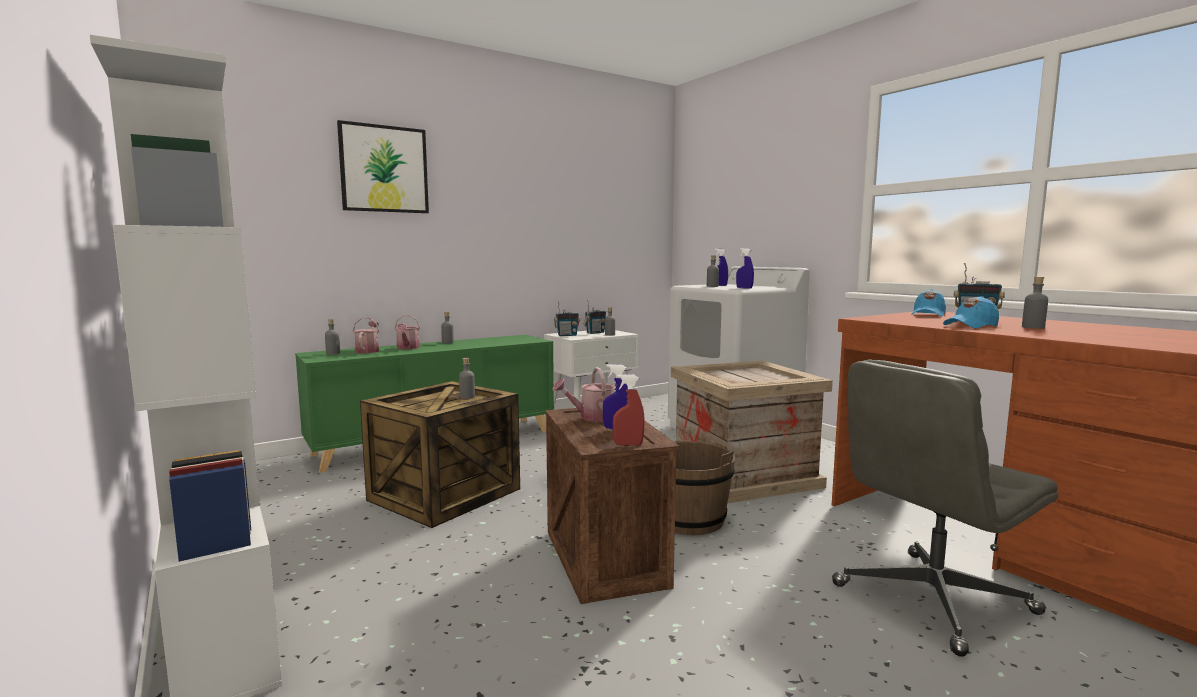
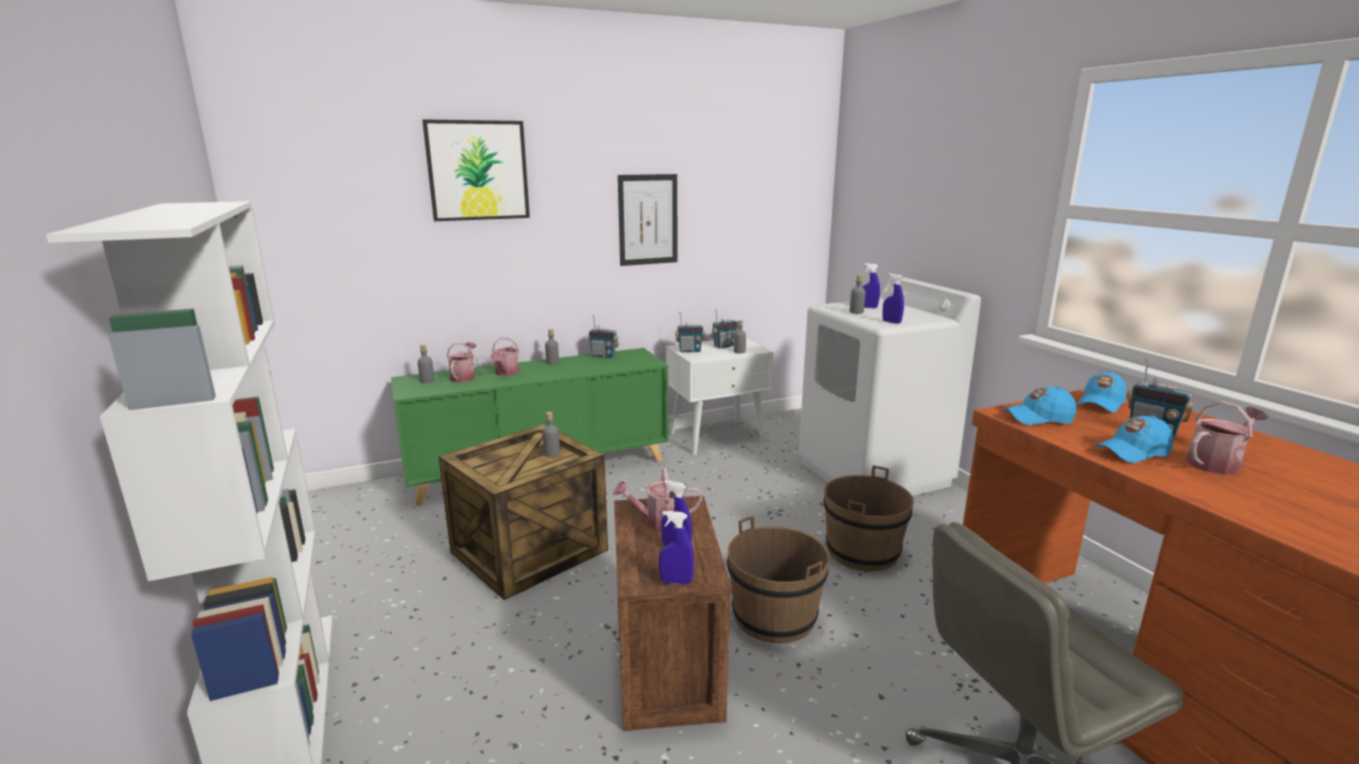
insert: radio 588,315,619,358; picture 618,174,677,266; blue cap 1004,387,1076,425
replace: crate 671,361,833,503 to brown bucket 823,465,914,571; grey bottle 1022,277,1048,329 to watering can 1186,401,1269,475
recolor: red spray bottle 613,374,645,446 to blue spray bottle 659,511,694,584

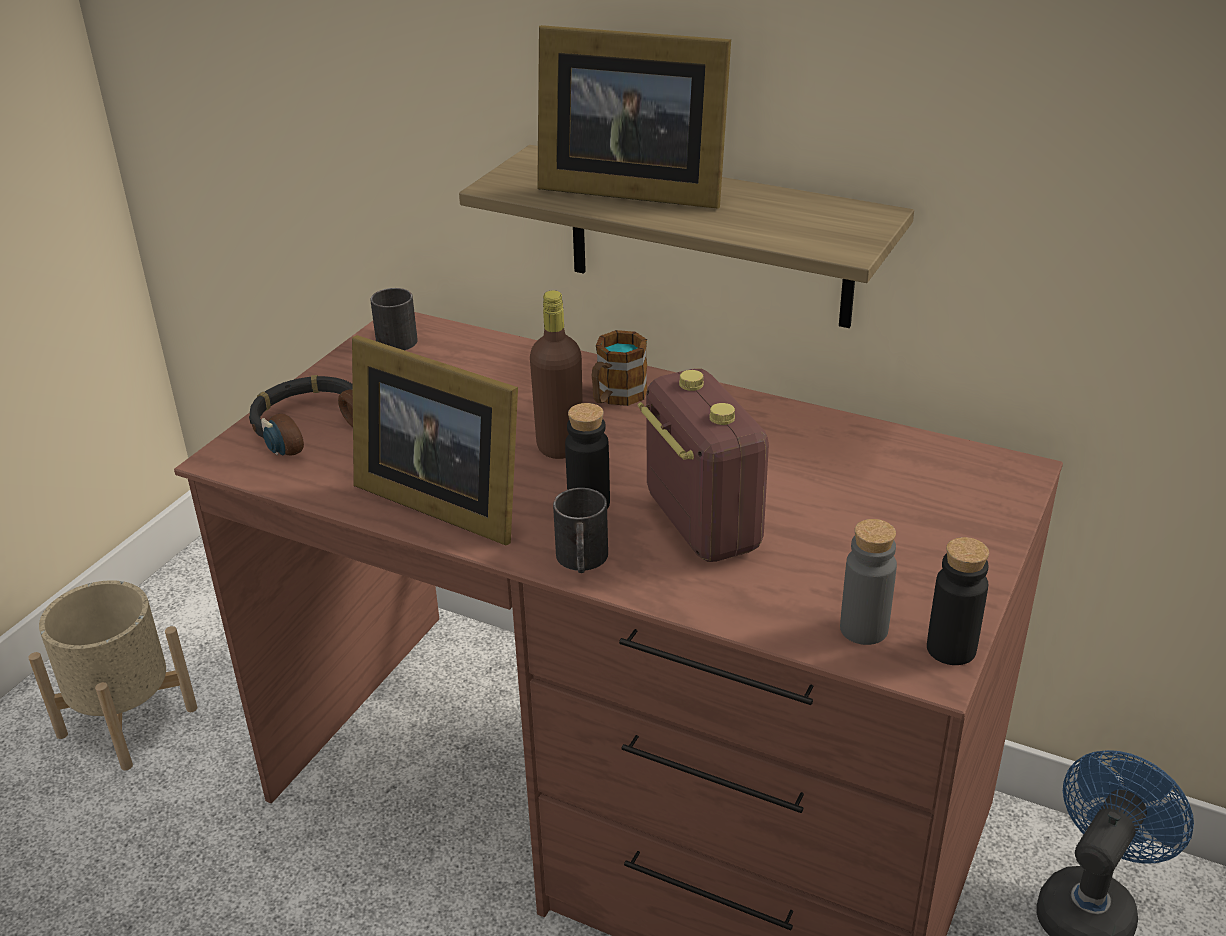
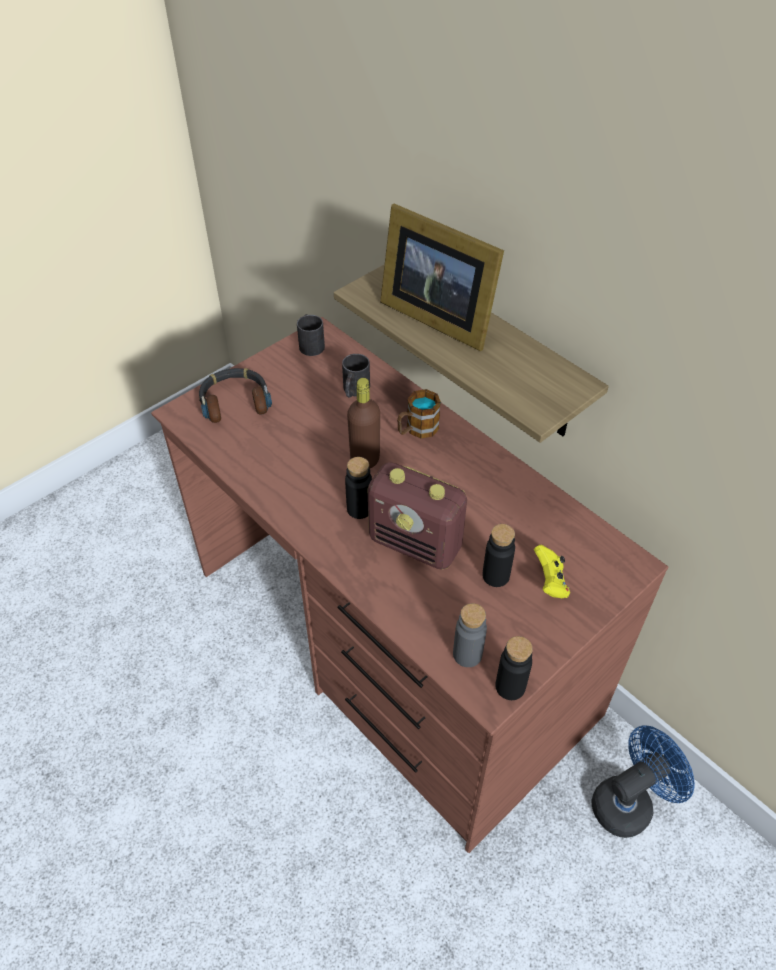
delete: beige planter 28,580,197,770; picture frame 352,335,518,545
insert: black bottle 482,524,515,587; yellow game controller 534,545,570,598
move: black mug 553,488,608,573 to 342,354,370,398
rotate: radio 638,369,769,562 = 368,462,467,570 120 degrees clockwise

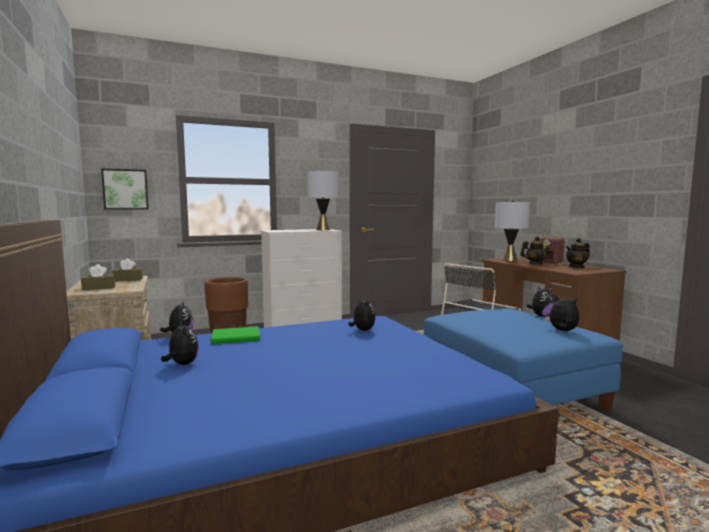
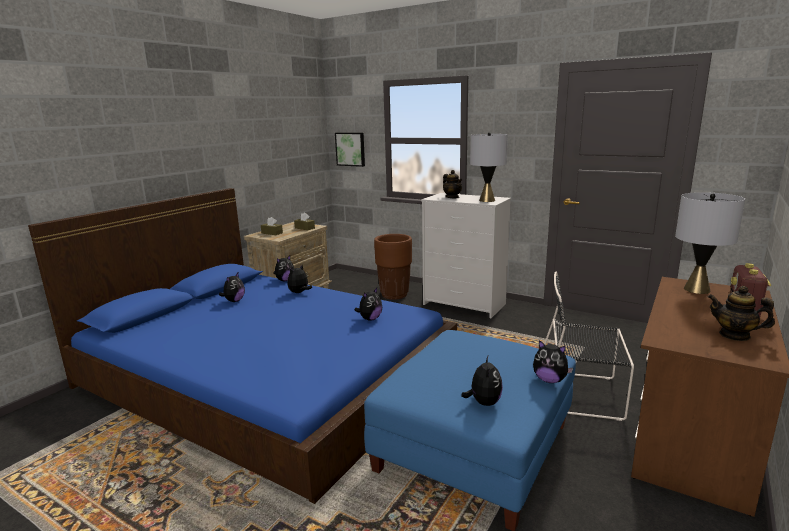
move: teapot 520,236,552,264 to 443,170,462,198
replace: green book 211,326,260,344 to plush toy 288,265,312,293

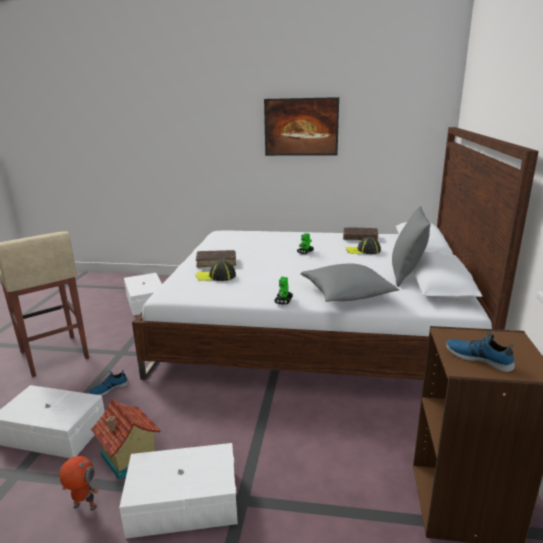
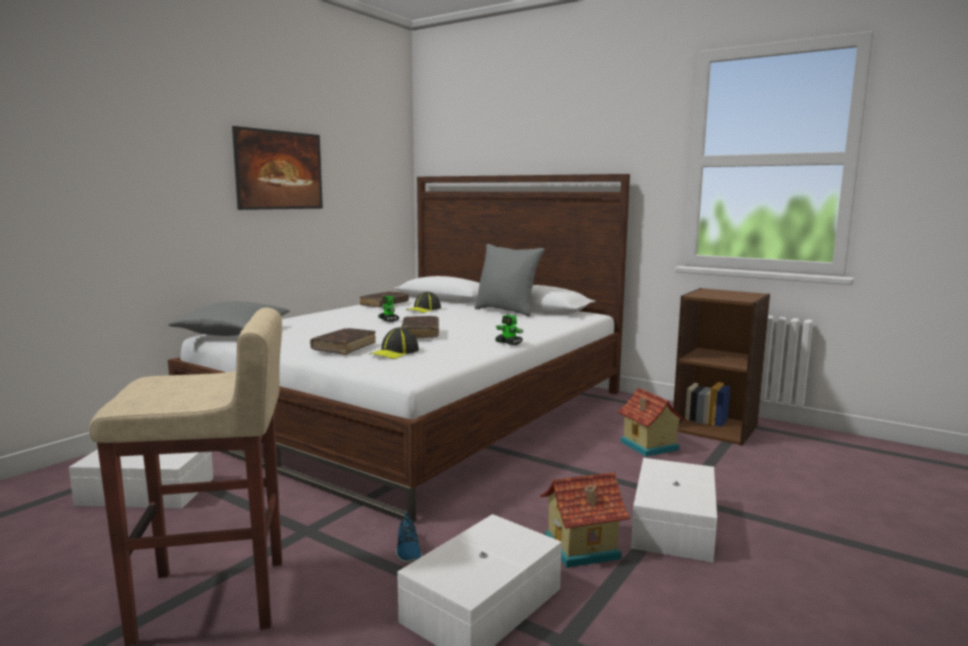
delete: toy robot 59,456,99,511; shoe 446,330,515,372
insert: brown book 401,316,439,338; toy house 617,388,686,456
move: grey pillow 300,264,399,302 to 168,301,290,336

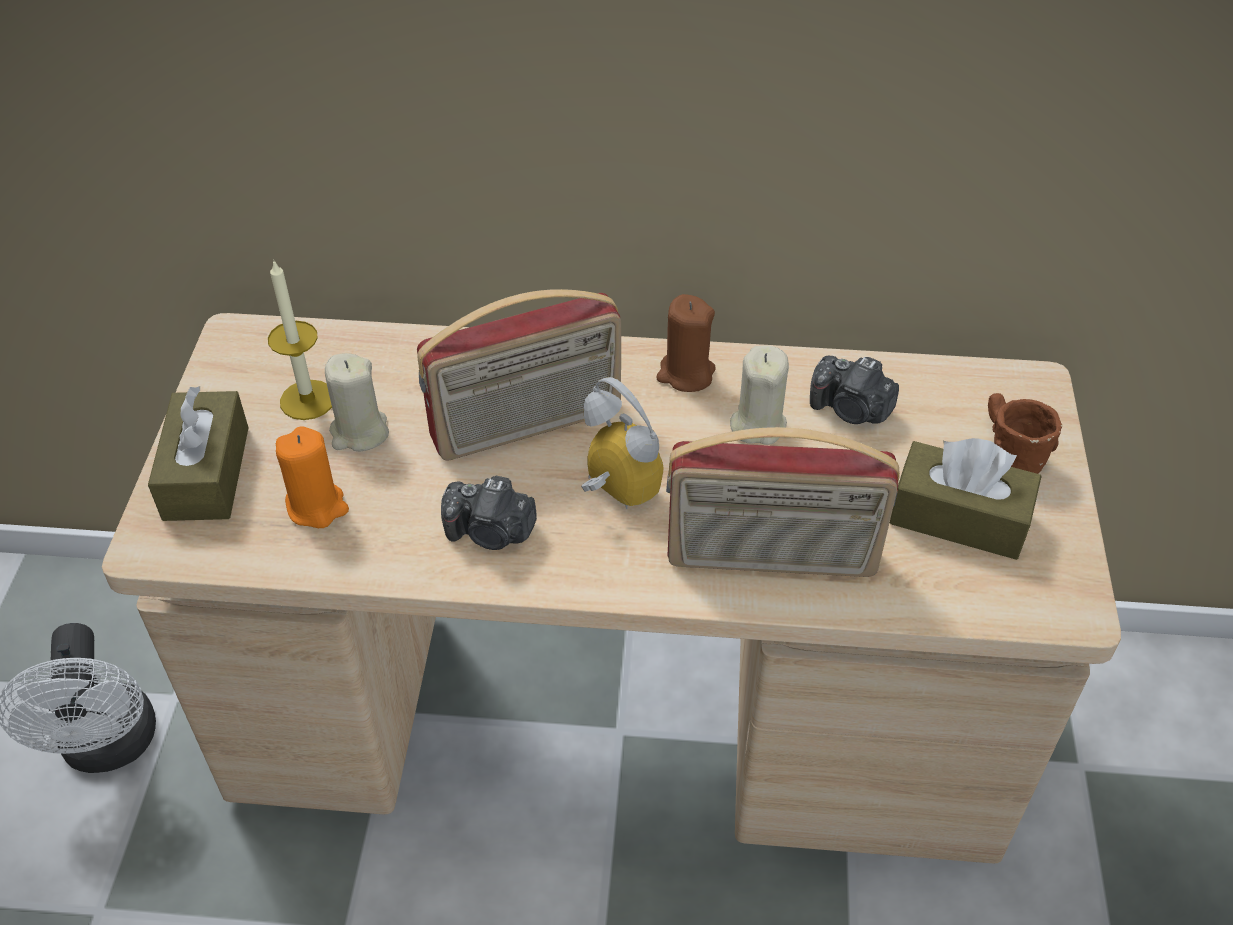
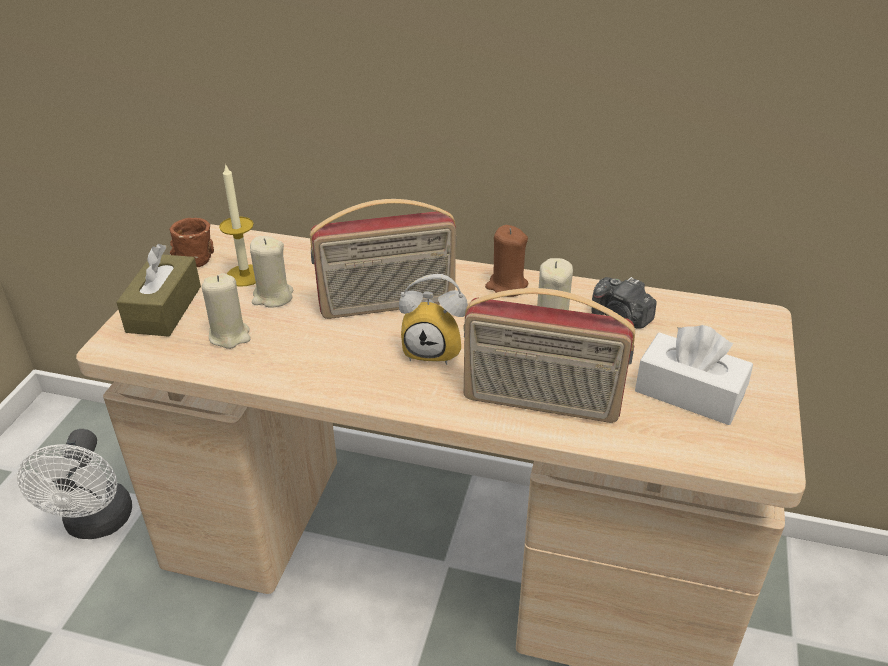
delete: photo camera 441,475,537,550
move: brown mug 988,393,1062,474 to 169,218,214,267
recolor: orange candle 276,426,349,528 to beige candle 202,273,251,349; brown tissue box 890,438,1042,560 to white tissue box 635,325,753,425
rotate: alarm clock 581,377,664,509 = 399,274,468,365 135 degrees clockwise

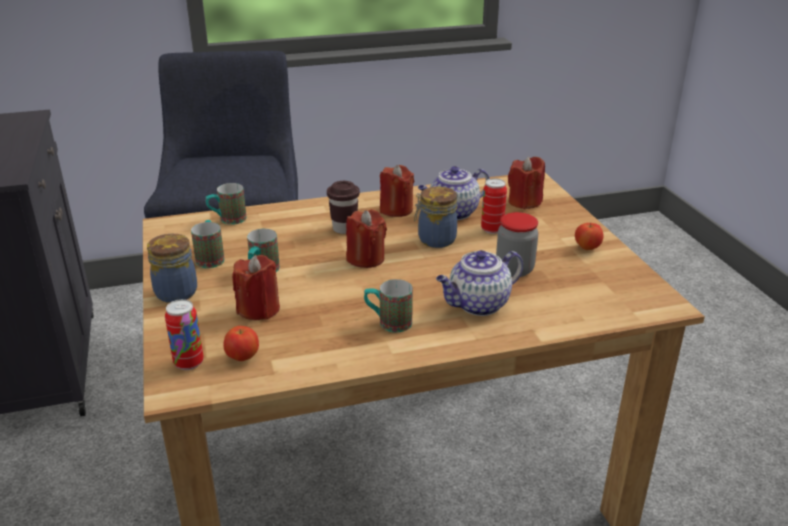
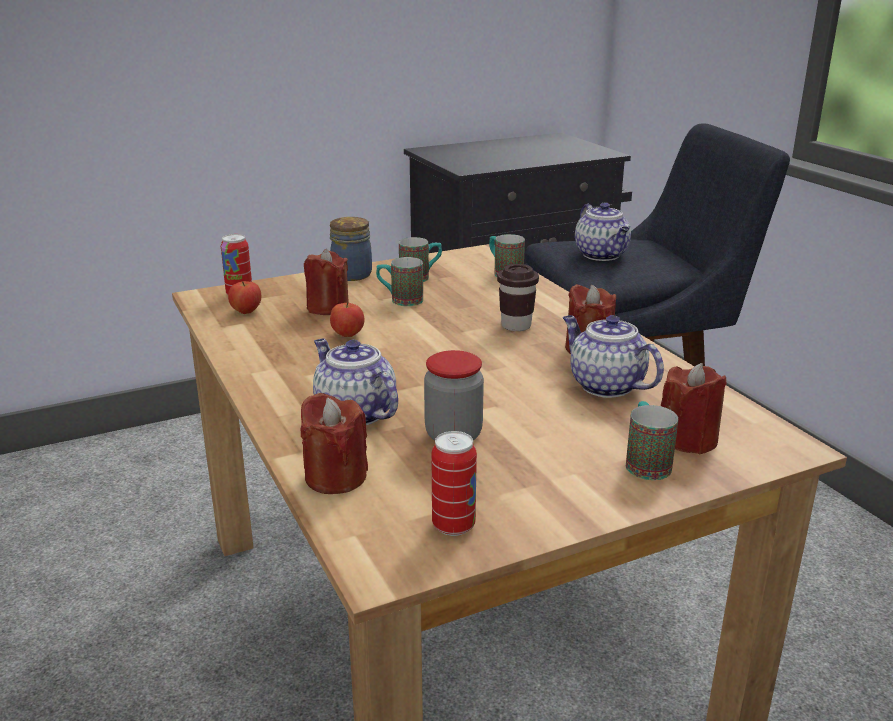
delete: jar 414,186,457,248
insert: teapot 575,202,631,261
move: red candle 346,209,387,268 to 301,393,368,494; mug 364,279,413,333 to 626,401,678,480; can 481,178,507,234 to 431,431,477,536; apple 575,223,603,250 to 330,302,364,337

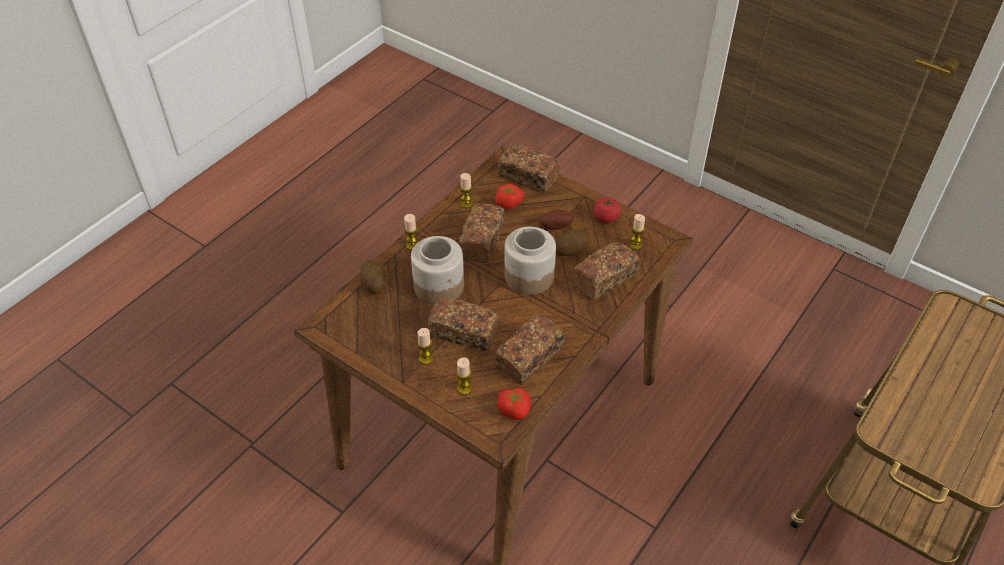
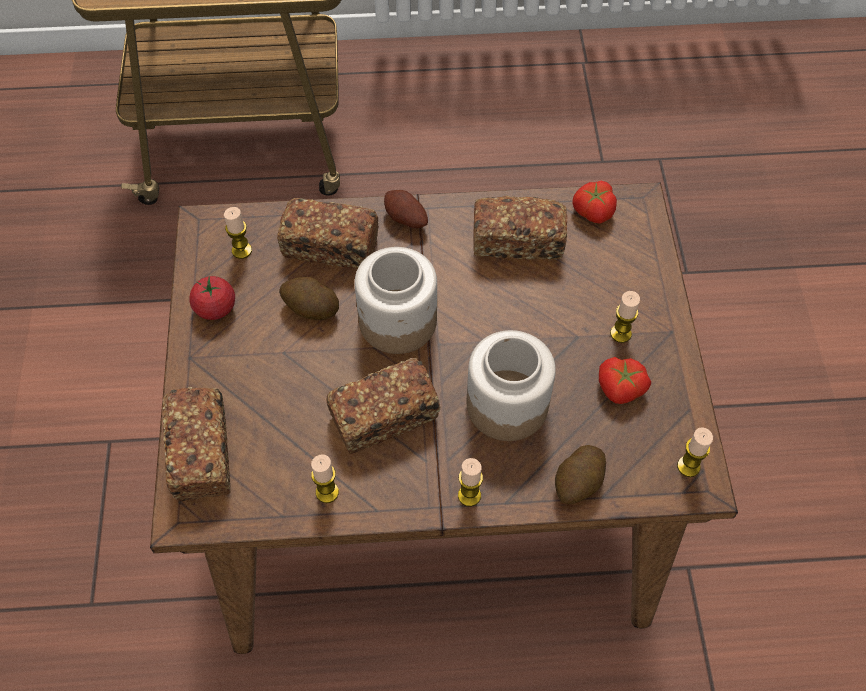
delete: bread 428,298,499,351
move: candle 456,357,472,395 to 677,427,713,477; tomato 495,184,524,209 to 599,357,651,404; potato 539,209,574,230 to 384,190,428,229

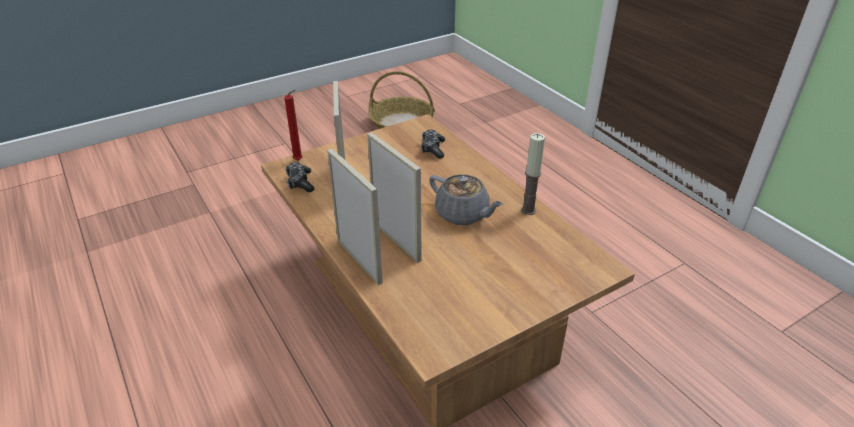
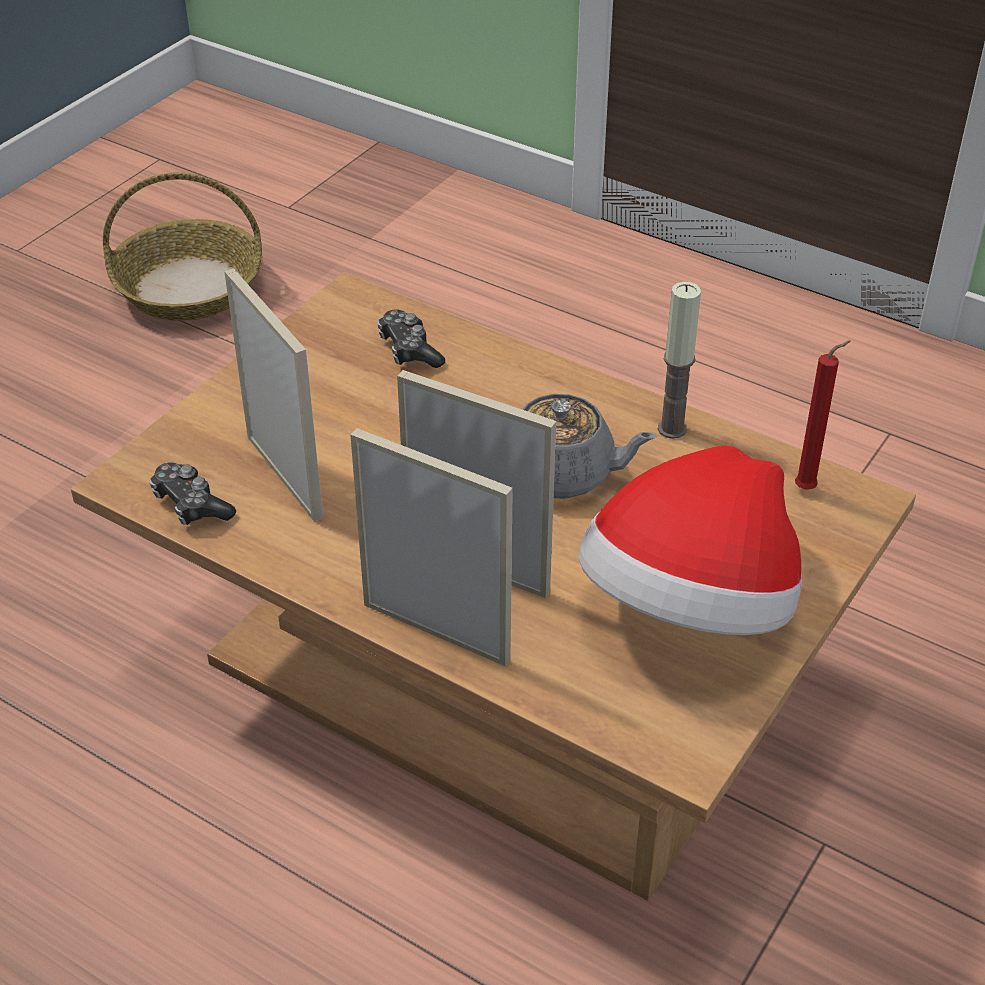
insert: hat 579,446,803,635
move: red candle 284,89,303,161 to 795,340,851,490

